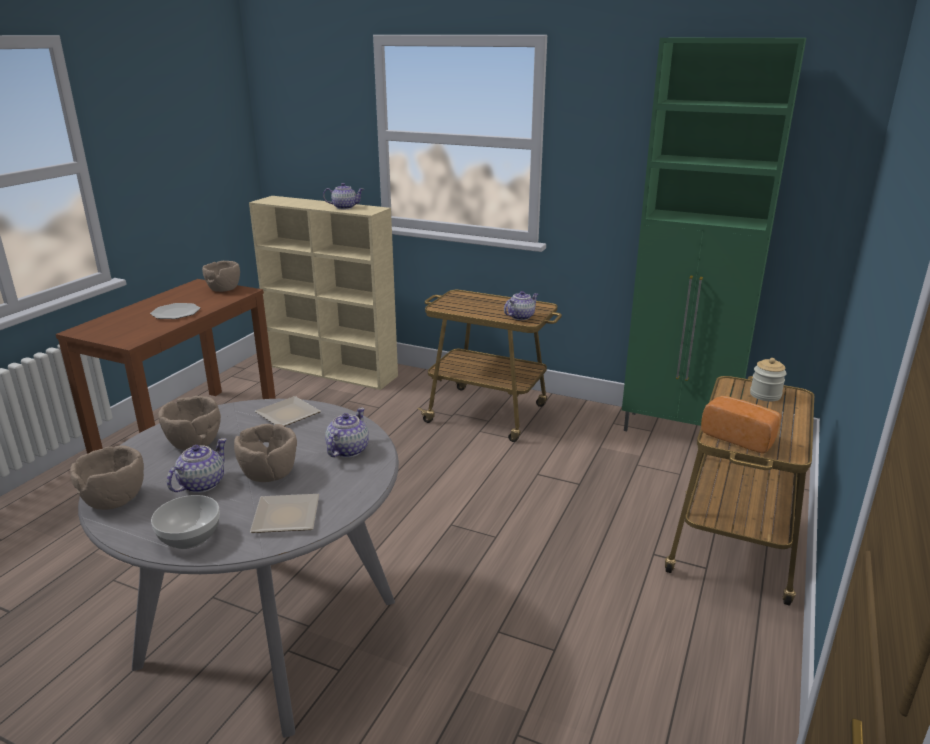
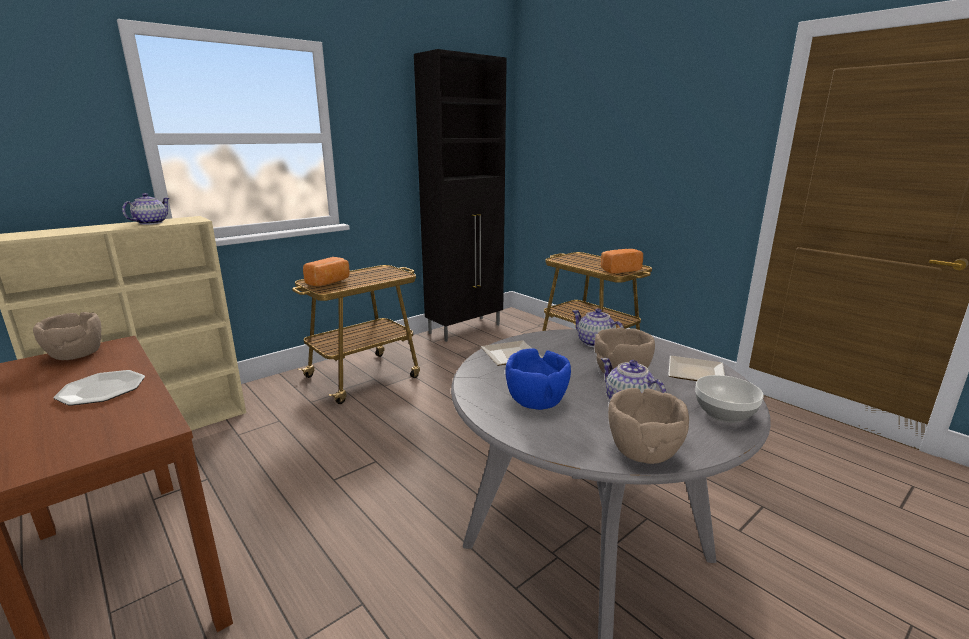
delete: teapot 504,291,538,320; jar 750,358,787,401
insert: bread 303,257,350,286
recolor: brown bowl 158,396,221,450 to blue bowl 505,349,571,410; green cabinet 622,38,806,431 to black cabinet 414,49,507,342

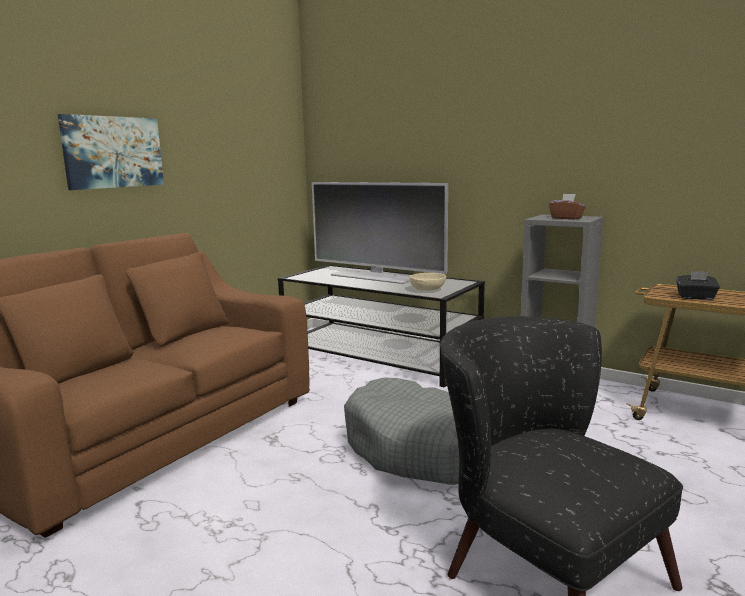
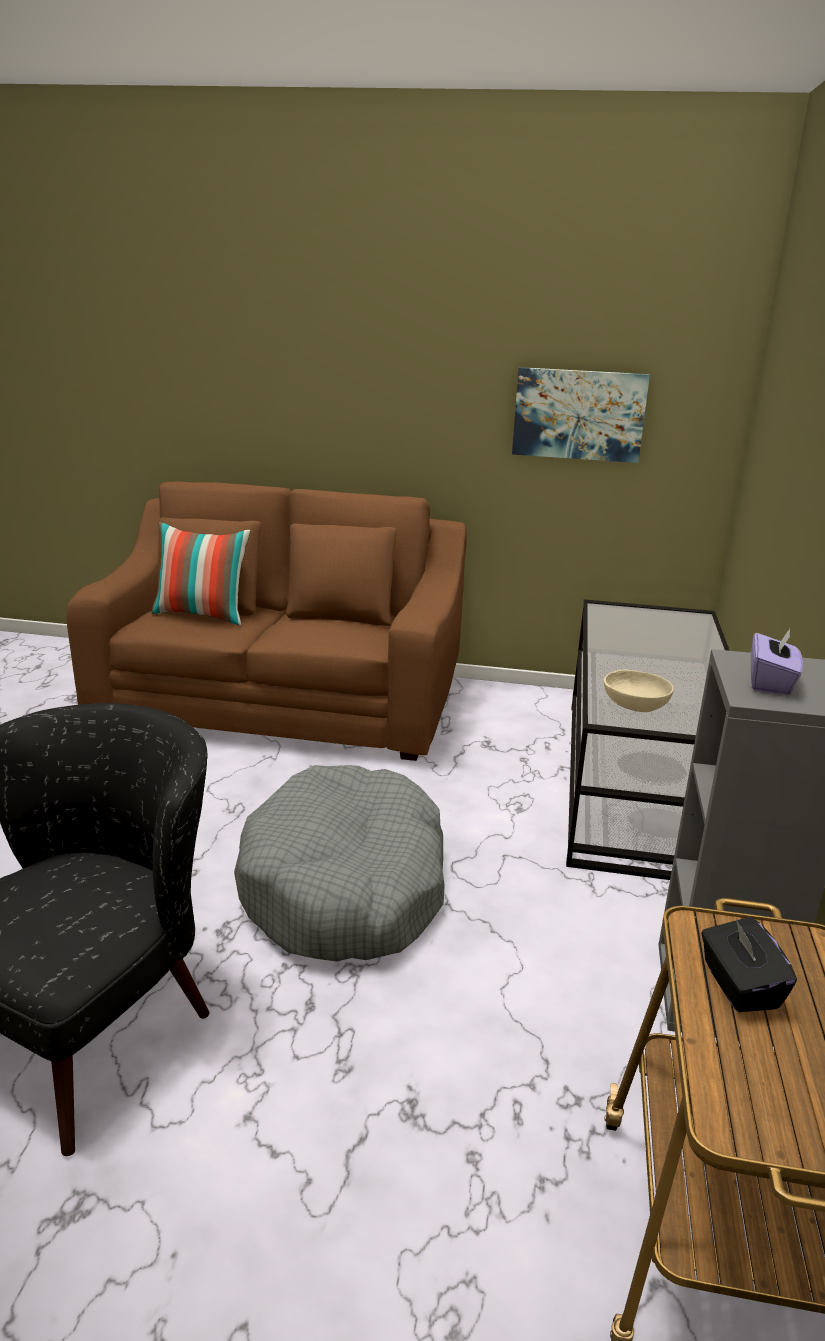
delete: television 312,182,448,284
insert: pillow 152,522,250,625
move: picture 58,114,164,190 to 512,367,650,463
recolor: brown tissue box 549,194,586,220 to purple tissue box 751,627,803,696

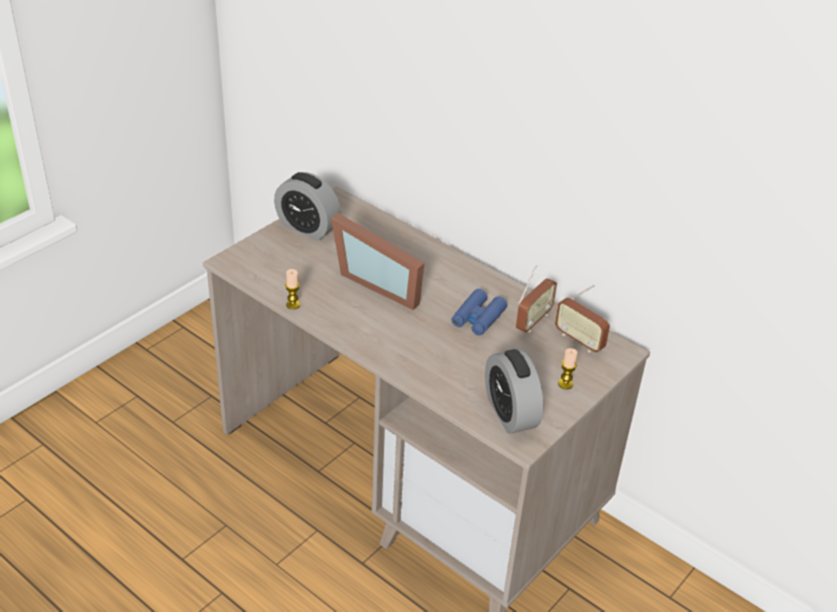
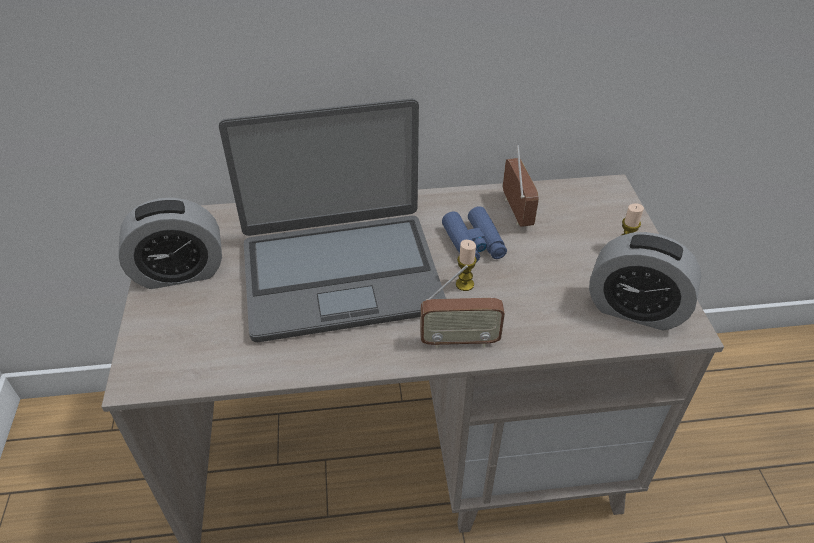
move: candle 285,269,300,309 to 456,240,477,291; radio 555,285,610,353 to 420,265,505,349
replace: picture frame 331,213,424,310 to laptop 219,99,446,342

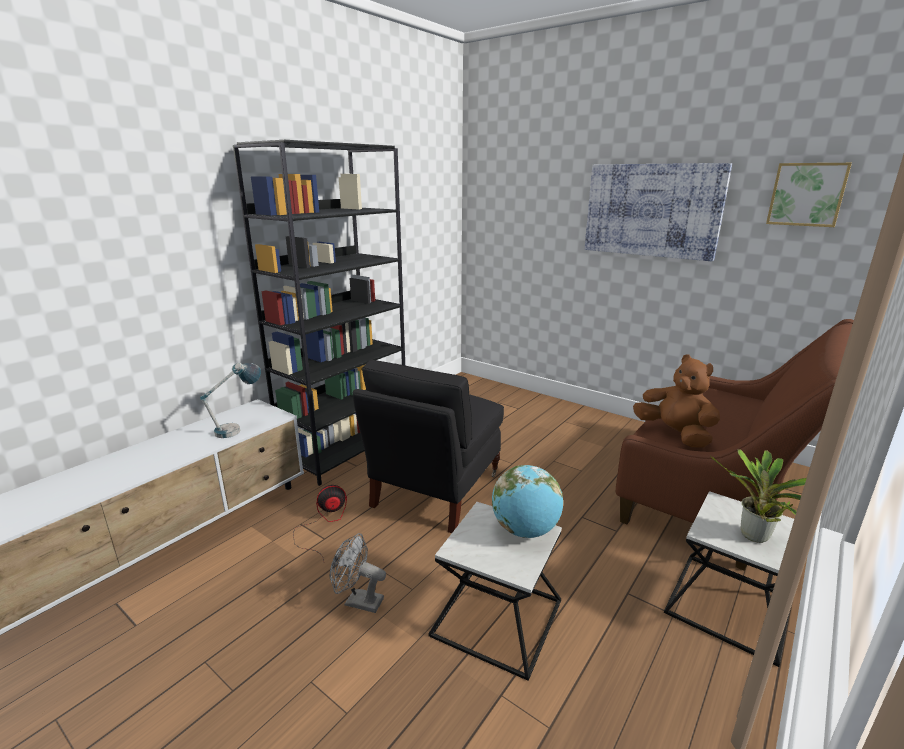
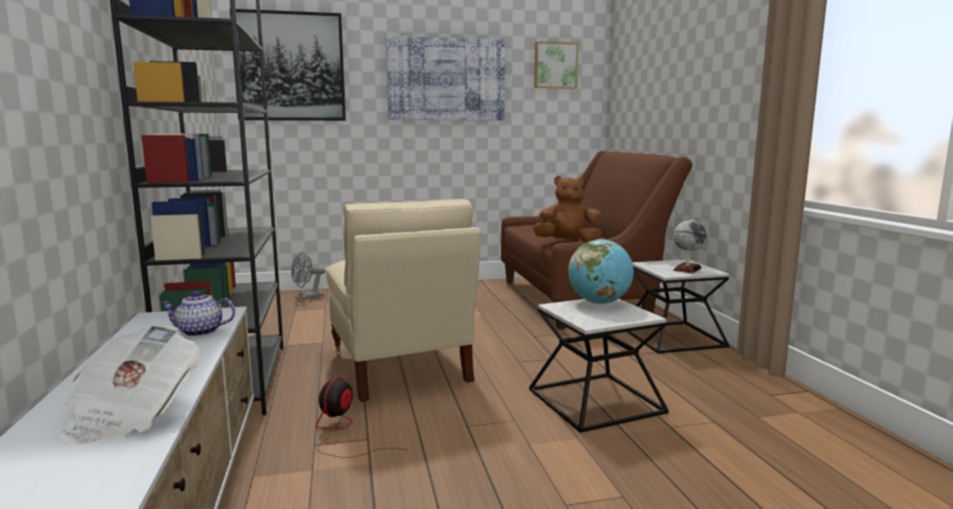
insert: newspaper 60,324,200,445; picture 230,9,346,121
move: grey fan 330,533,386,613 to 291,251,326,299
replace: table lamp 200,362,261,438 to teapot 161,291,235,336; potted plant 710,449,807,543 to globe 673,218,707,273
recolor: black armchair 353,360,504,533 to beige armchair 326,199,481,402

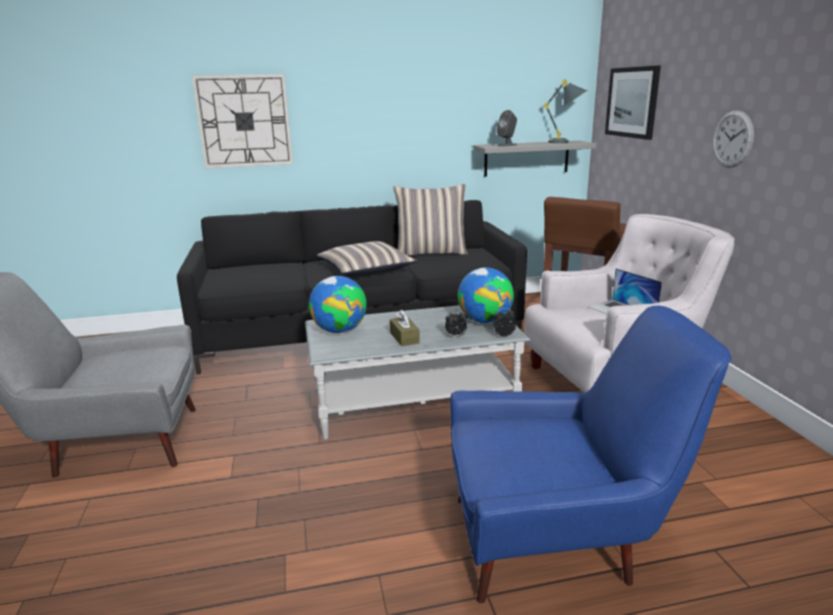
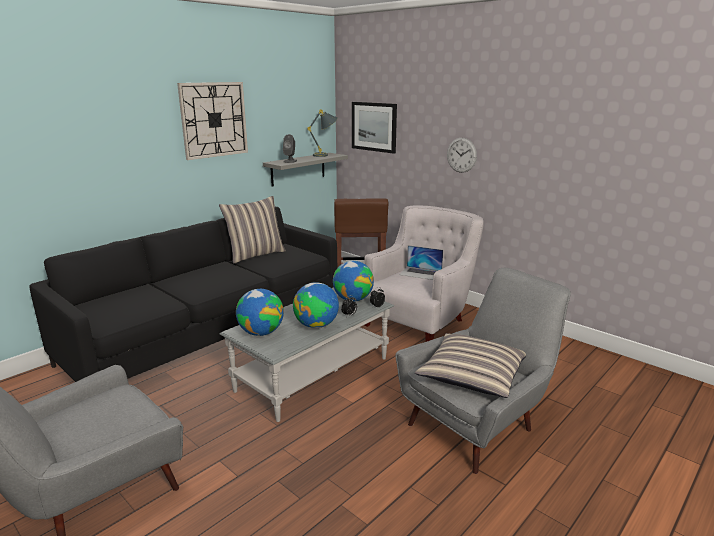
move: wall clock 192,74,293,168 to 177,82,248,160; pillow 317,241,417,277 to 415,333,526,398
replace: brown tissue box 390,310,420,346 to globe 293,282,339,328
recolor: blue armchair 450,306,732,604 to grey armchair 395,268,571,474

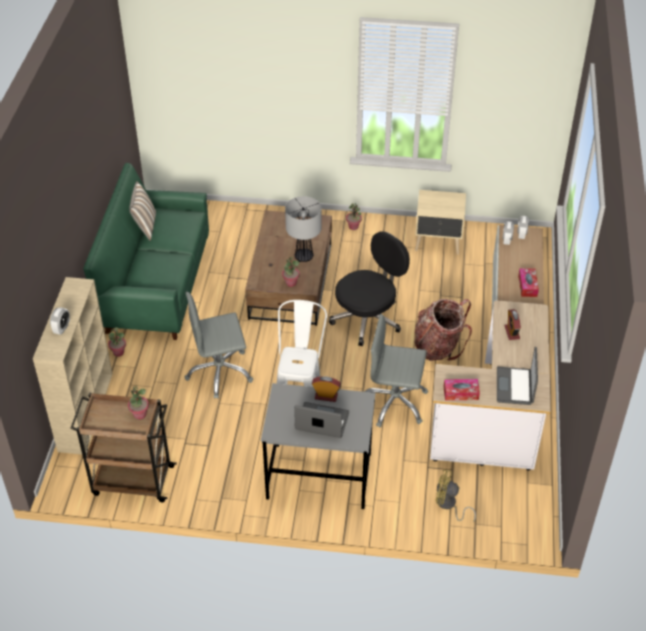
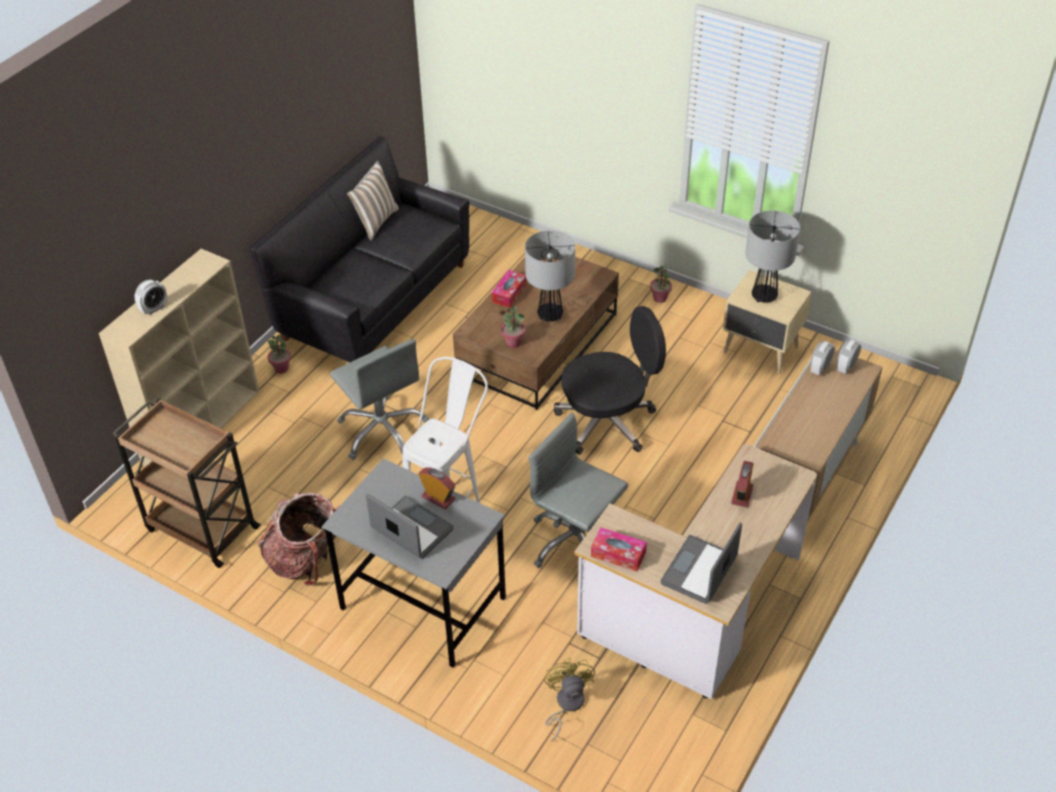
delete: potted plant 128,386,149,420
insert: table lamp 745,210,800,303
move: backpack 415,299,472,361 to 257,493,340,586; tissue box 518,268,539,297 to 492,270,527,308
recolor: green sofa 83,163,209,340 to black sofa 249,136,469,362
rotate: grey office chair 184,292,253,399 = 330,339,429,460 135 degrees counterclockwise; yellow fan 435,470,476,522 = 544,658,595,742 45 degrees clockwise

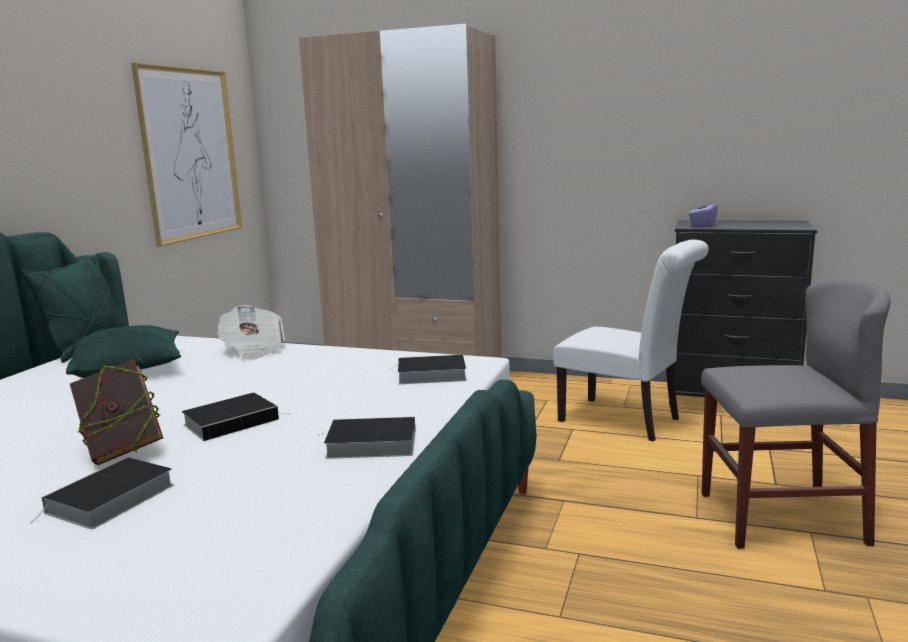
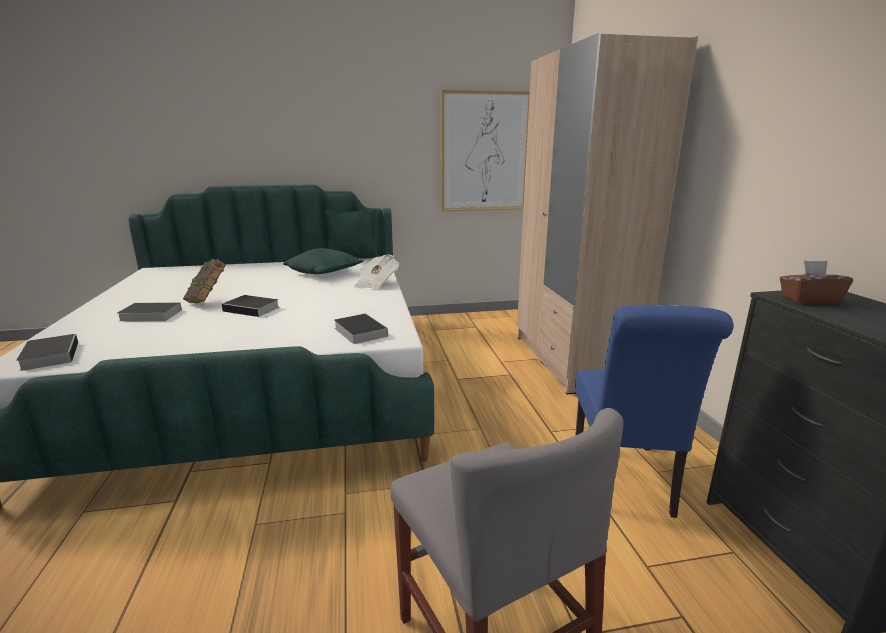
move: book 318,417,415,459 to 16,334,78,371
recolor: white chair 553,240,709,442 to blue chair 575,305,733,518; purple tissue box 689,198,718,227 to brown tissue box 780,260,853,304

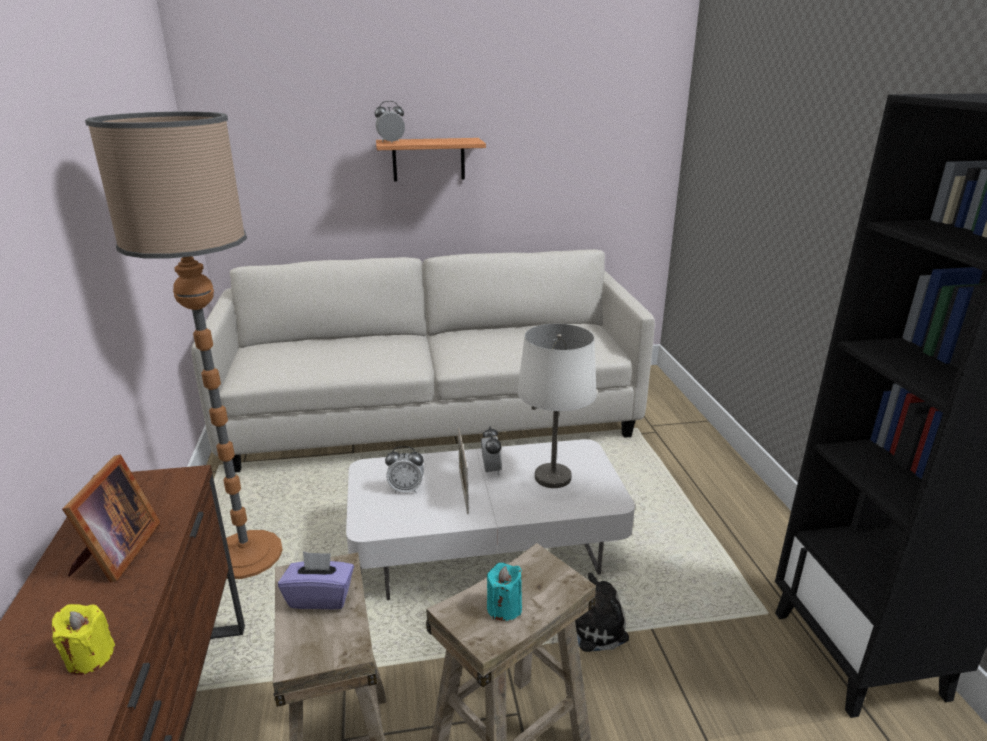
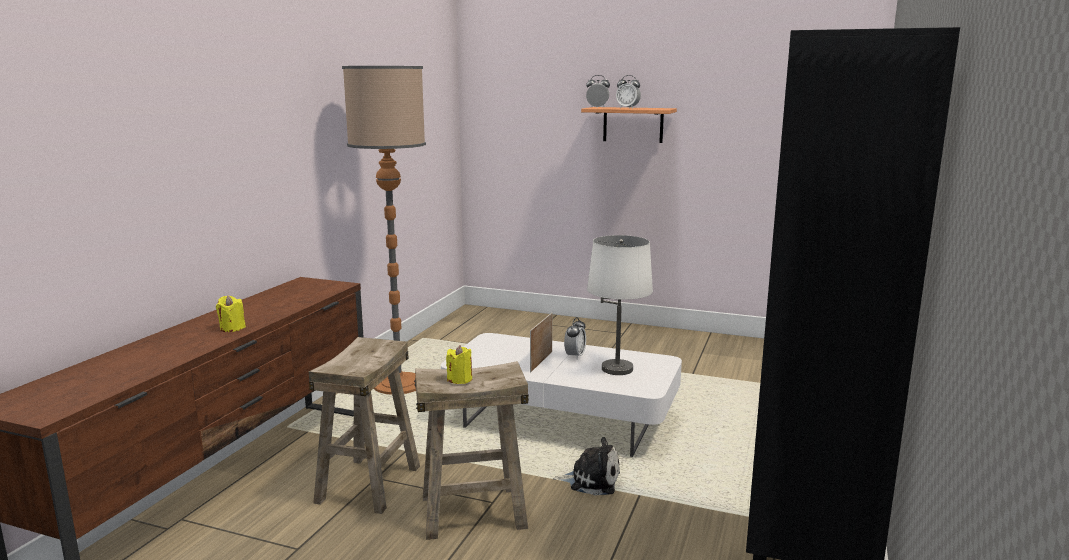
delete: picture frame 62,454,161,582; white sofa 191,249,655,472; purple tissue box 278,552,354,609
move: alarm clock 385,446,424,493 to 616,75,641,109
recolor: turquoise candle 487,563,522,621 to yellow candle 446,345,472,384

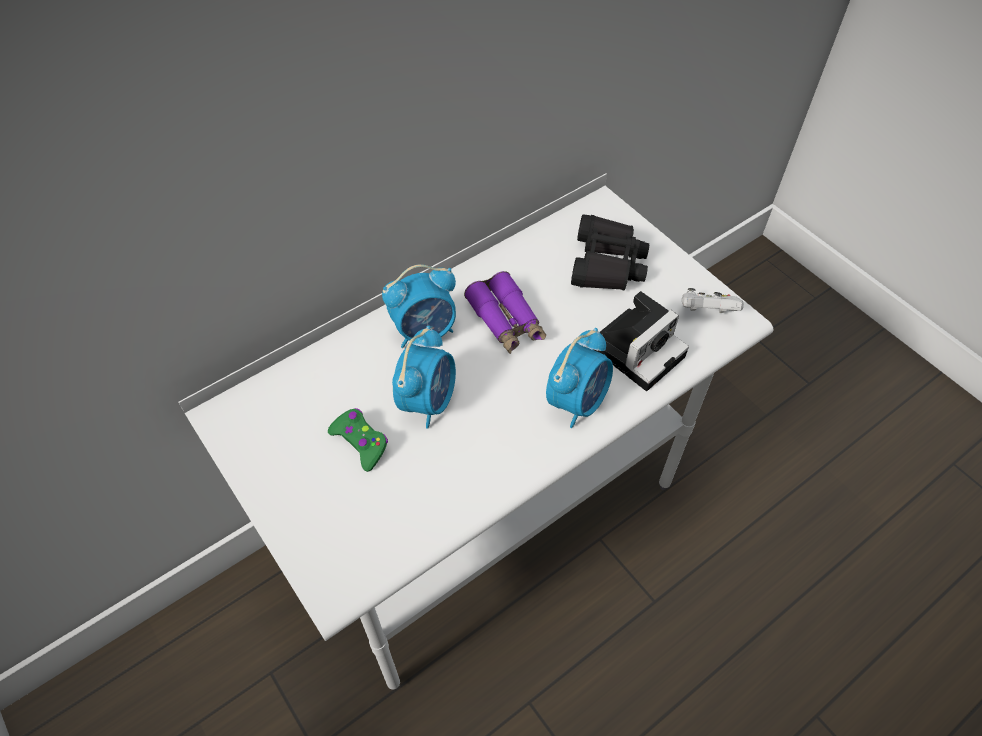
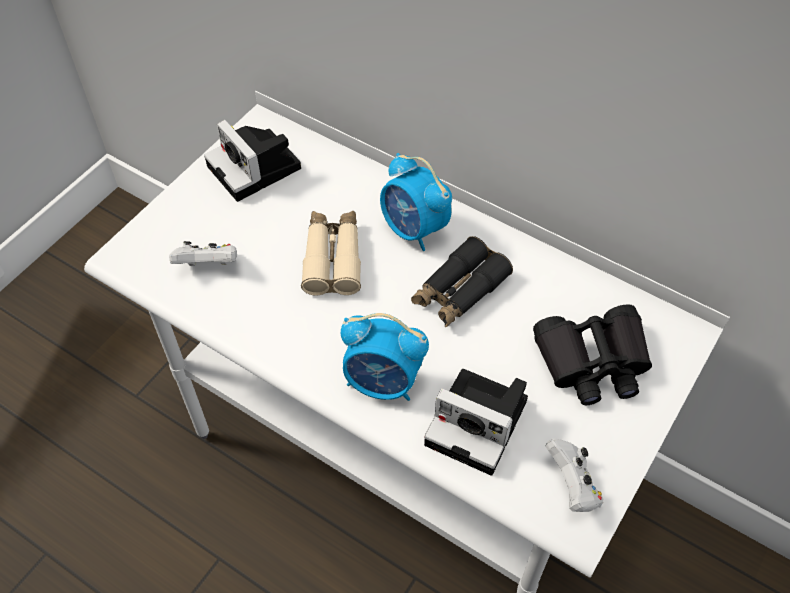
delete: green game controller 328,408,388,472
insert: white game controller 169,241,237,266; photo camera 204,120,301,202
replace: alarm clock 392,325,456,429 to beige binoculars 301,211,361,296
recolor: purple binoculars 464,271,546,354 to black binoculars 411,236,513,327

